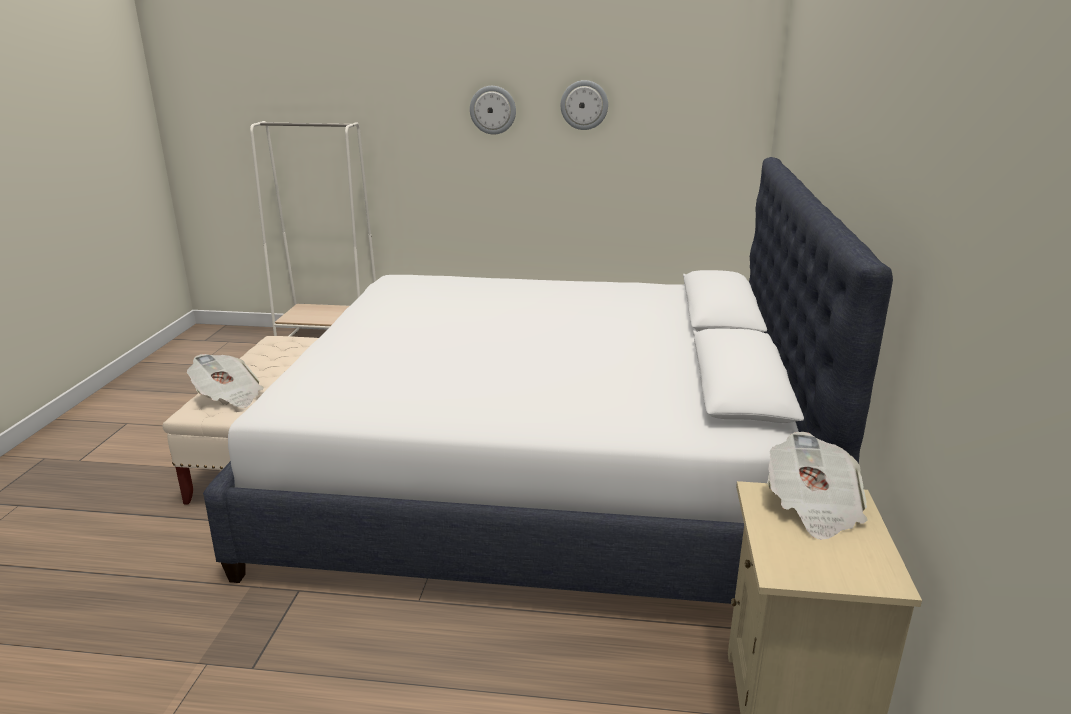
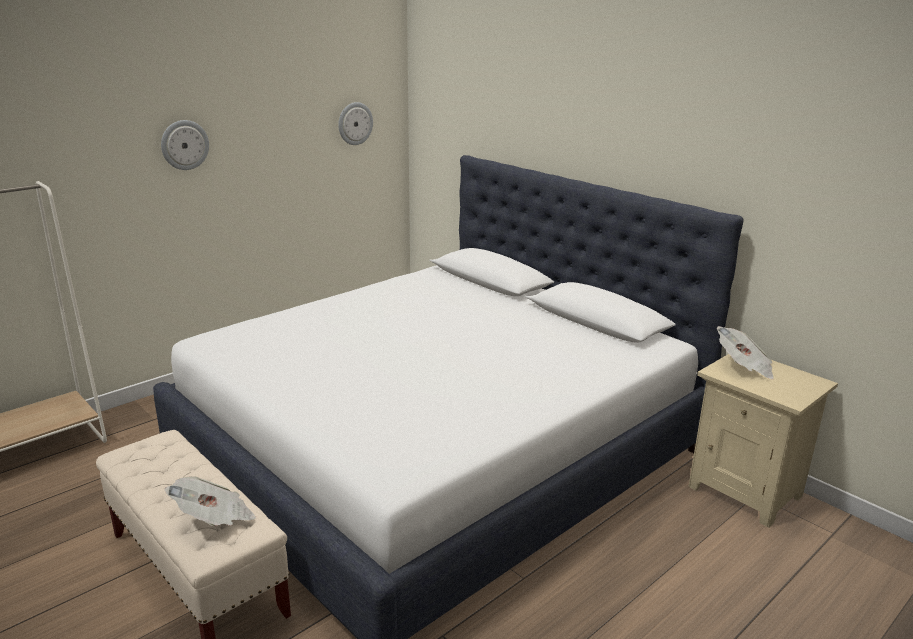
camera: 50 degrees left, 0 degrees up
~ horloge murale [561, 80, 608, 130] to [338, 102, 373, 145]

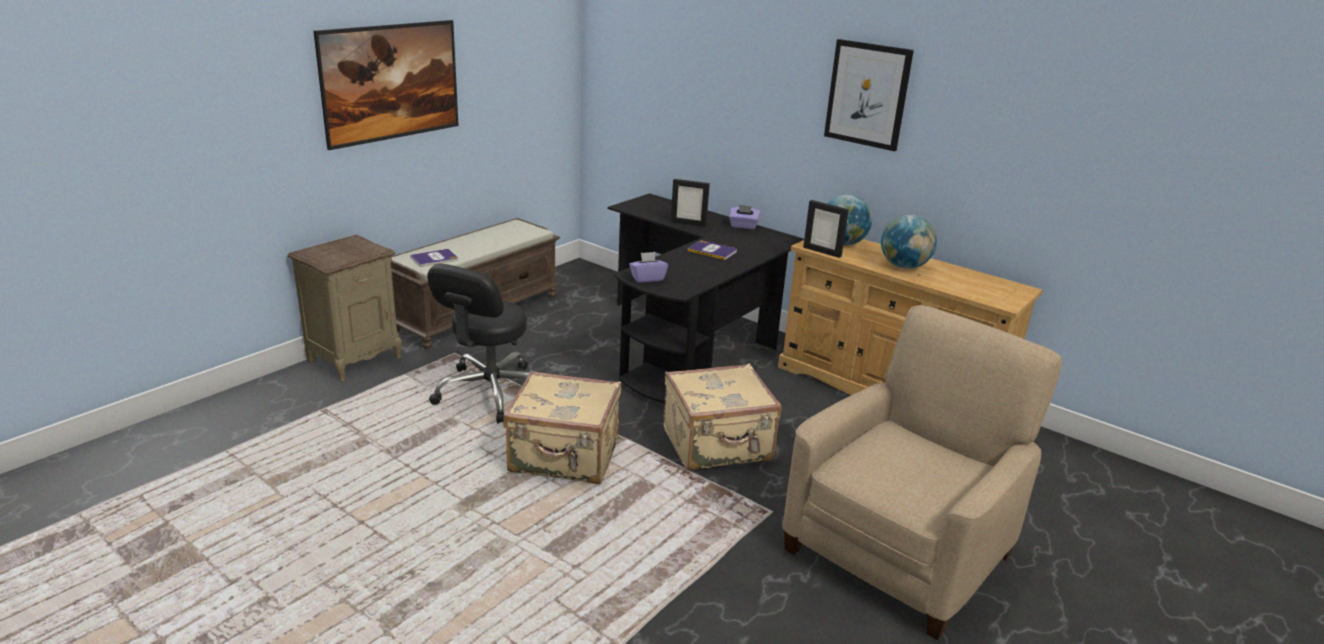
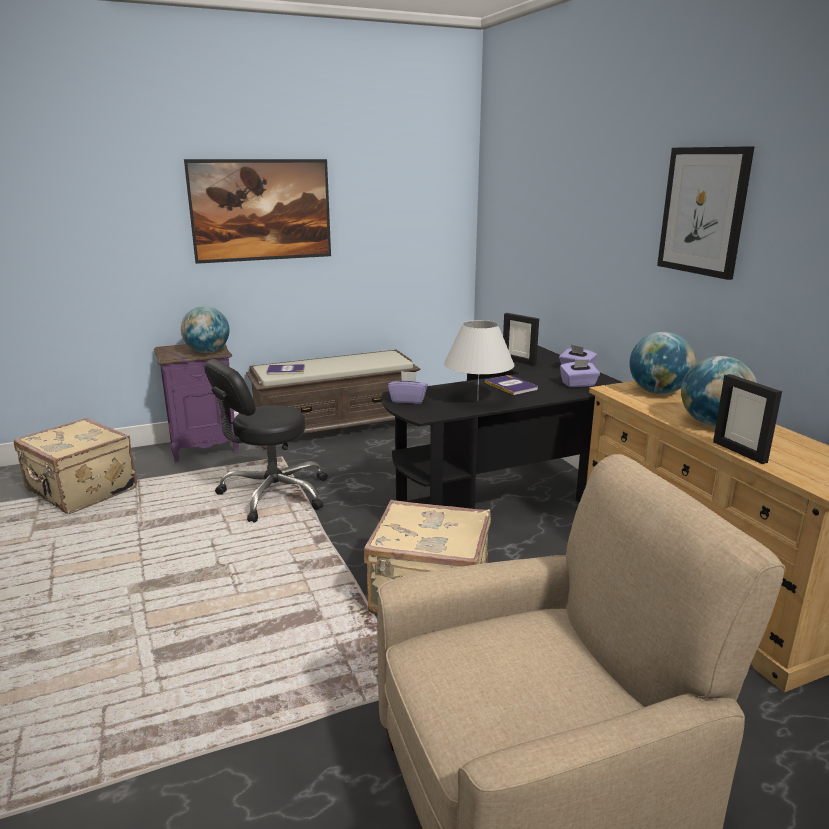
camera: 30 degrees right, 5 degrees down
~ valise (beige) [503, 371, 621, 484] to [14, 418, 137, 514]
~ table de chevet (beige) [287, 234, 402, 382] to table de chevet (violet) [154, 344, 239, 462]
+ globe [181, 306, 230, 353]
+ lampe de table (blanc) [444, 320, 515, 400]
+ boîte à mouchoirs (violet) [560, 359, 600, 387]
~ cadre photo [803, 200, 849, 258] to [713, 374, 782, 464]

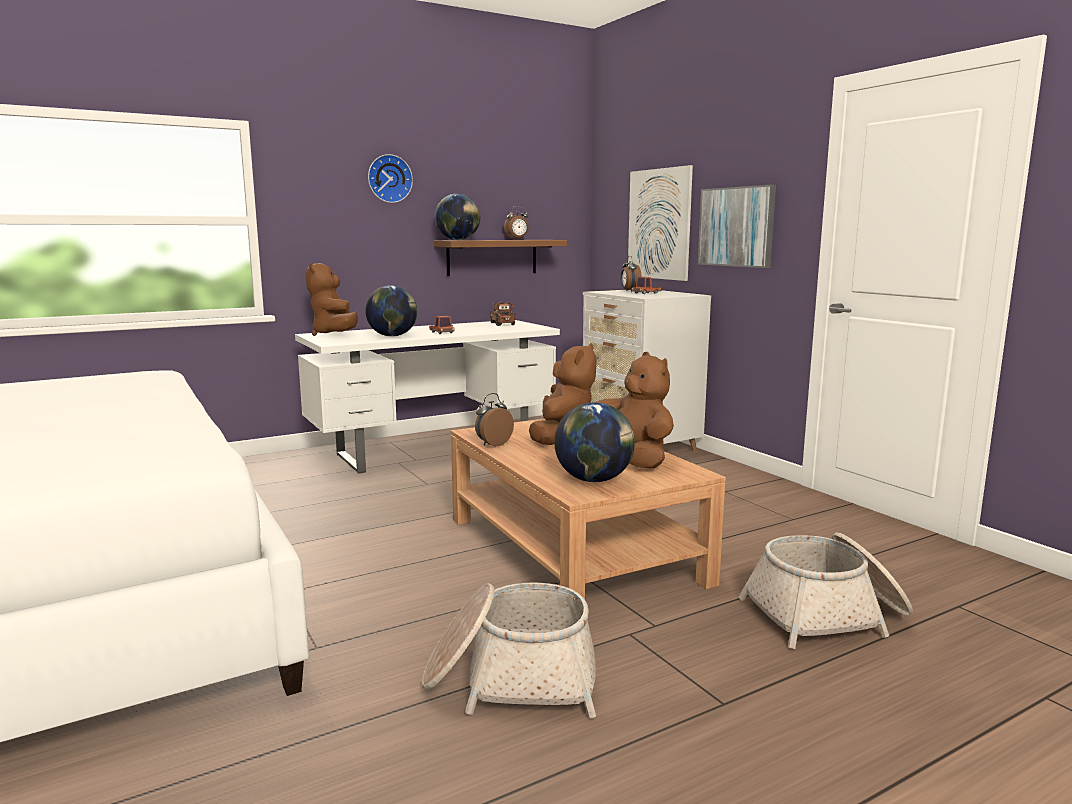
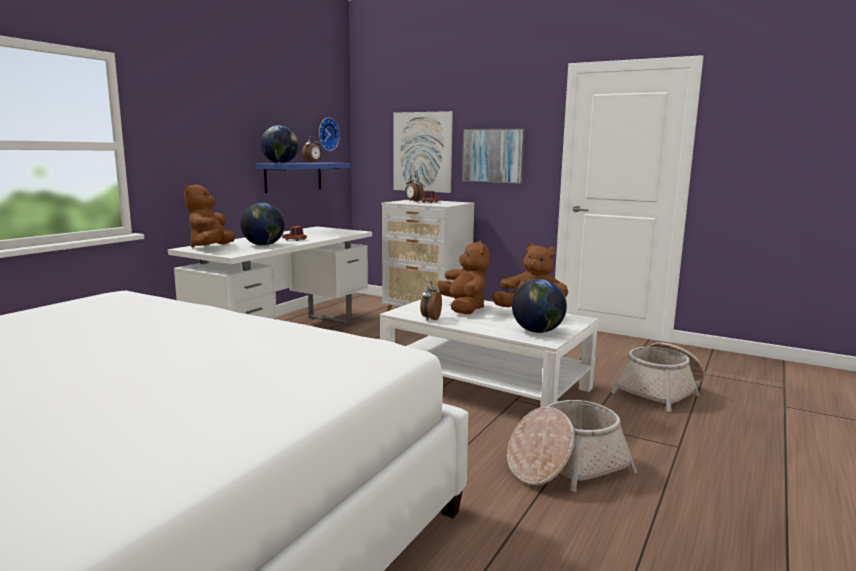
camera: 30 degrees left, 0 degrees up
~ peluche (marron) [306, 262, 358, 336] = [184, 184, 235, 248] 45 degrees clockwise
~ étagère (marron) [434, 240, 567, 276] to étagère (bleu) [256, 162, 351, 193]
~ horloge murale [368, 154, 413, 203] to [319, 117, 340, 151]
~ table basse (marron) [451, 419, 726, 599] to table basse (blanc) [380, 295, 598, 407]
- camion jouet [490, 301, 516, 326]

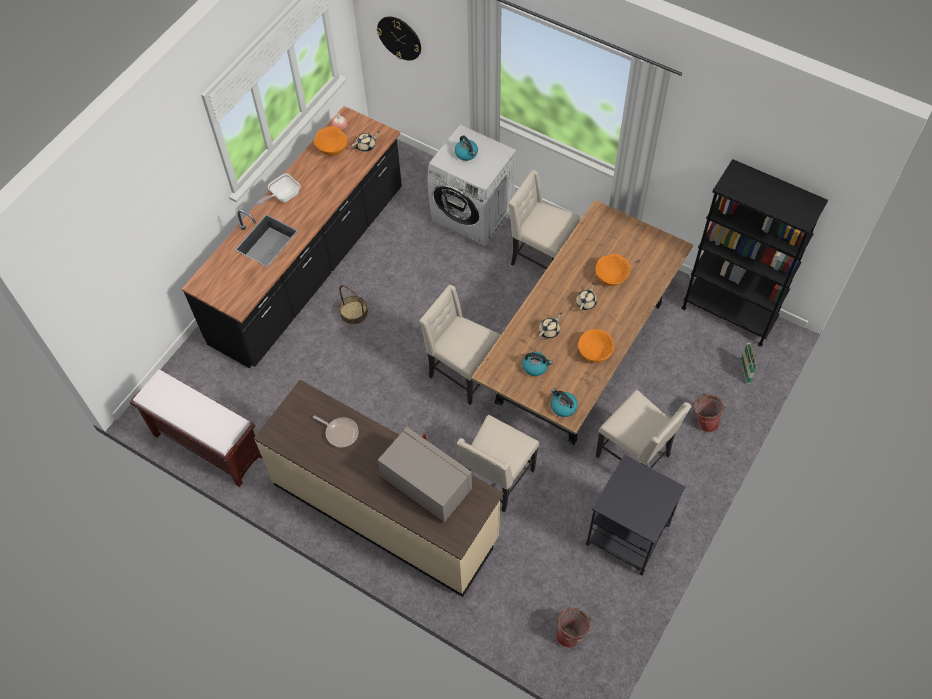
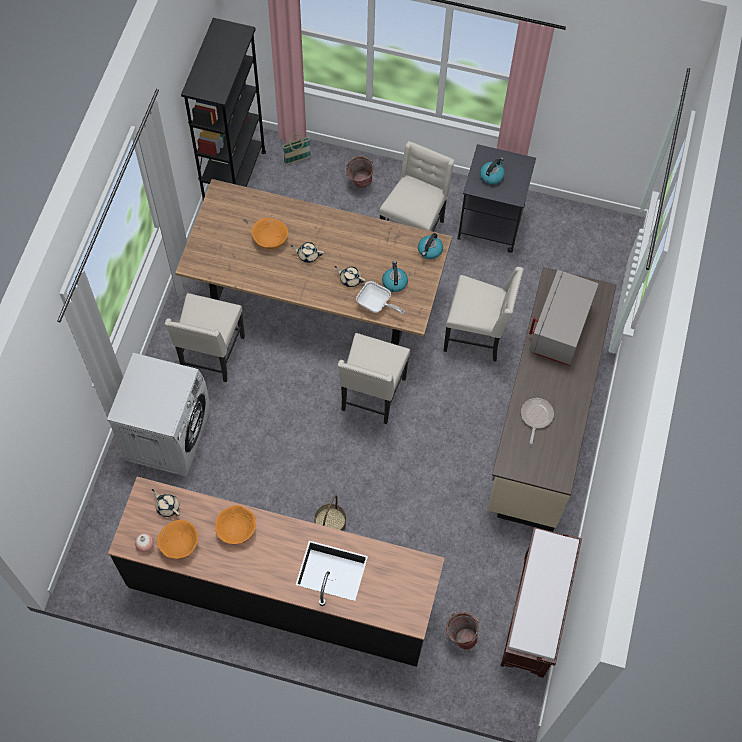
camera: 110 degrees left, 5 degrees up
~ bol (orange) [578, 329, 614, 363] to [215, 505, 256, 544]
~ poêle [257, 174, 300, 206] to [356, 281, 405, 314]
~ seau [556, 608, 592, 648] to [446, 611, 481, 650]
~ bouilloire [455, 135, 478, 161] to [480, 157, 505, 185]
- horloge murale [377, 16, 421, 60]

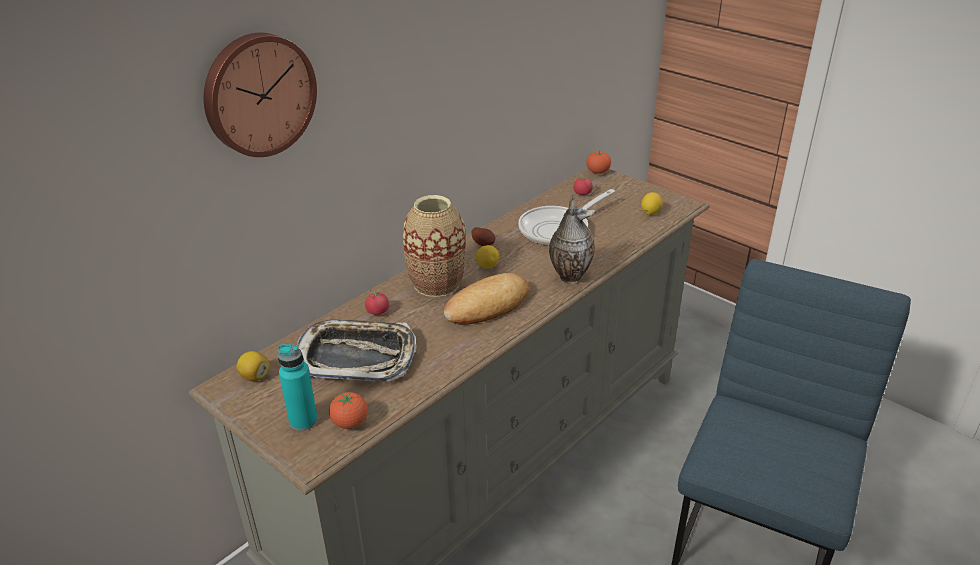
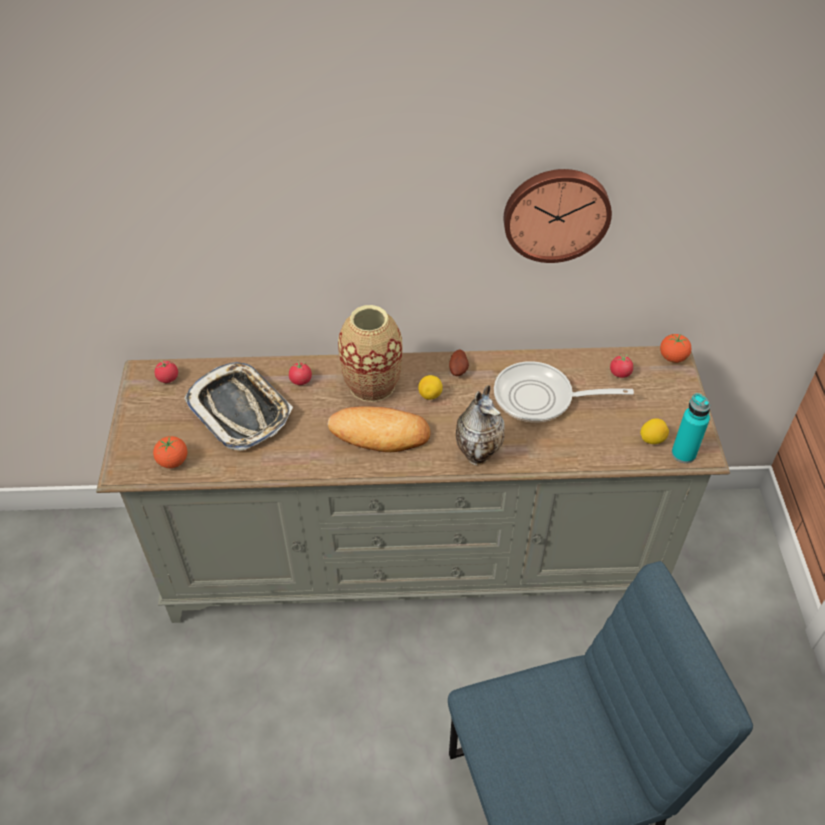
camera: 45 degrees right, 15 degrees up
~ citron [236, 351, 270, 381] to tomate [154, 360, 178, 383]
~ horloge murale [204, 33, 317, 157] to [504, 169, 612, 263]
~ bouteille (turquoise) [277, 344, 318, 431] to [672, 393, 710, 463]

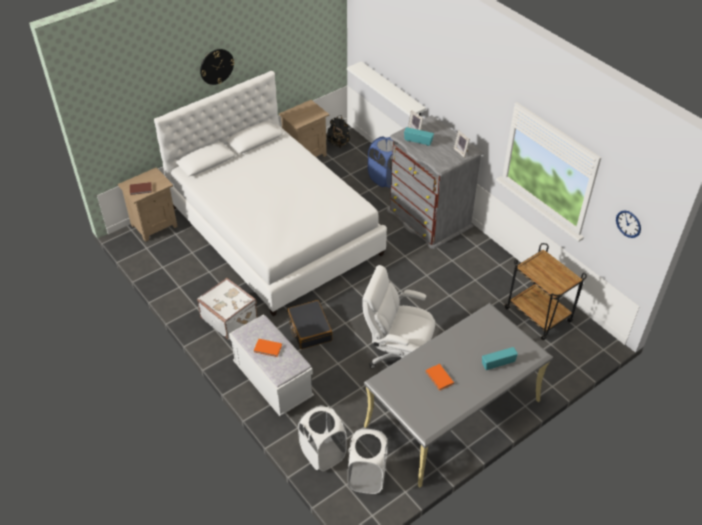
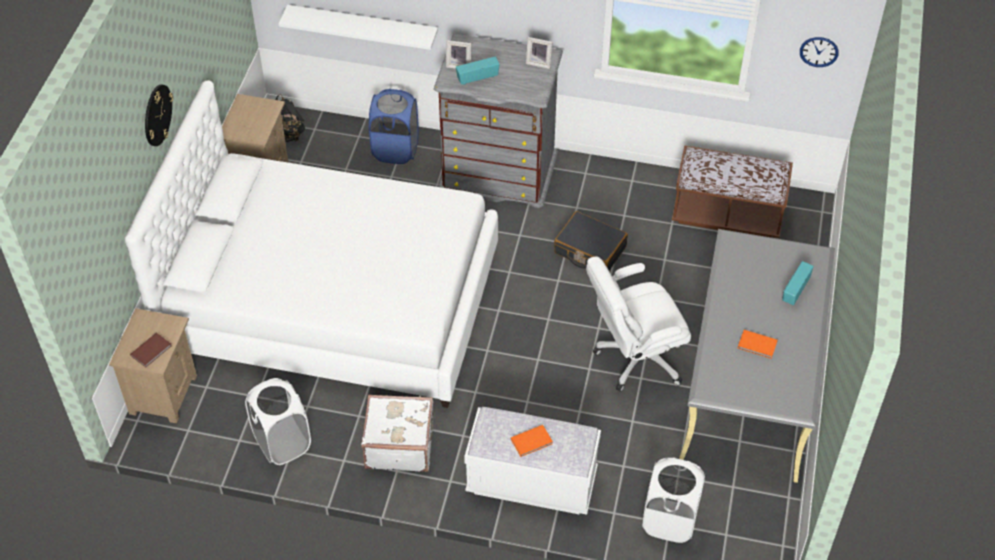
camera: 40 degrees left, 5 degrees up
~ panier à linge (blanc) [348, 429, 388, 494] to [245, 378, 311, 465]
~ valise (noir) [287, 300, 333, 349] to [554, 211, 628, 271]
~ chariot (marron) [505, 243, 587, 340] to banc (marron) [672, 145, 793, 238]

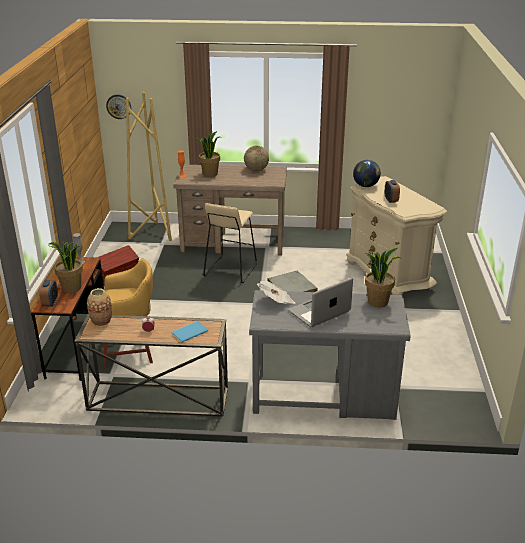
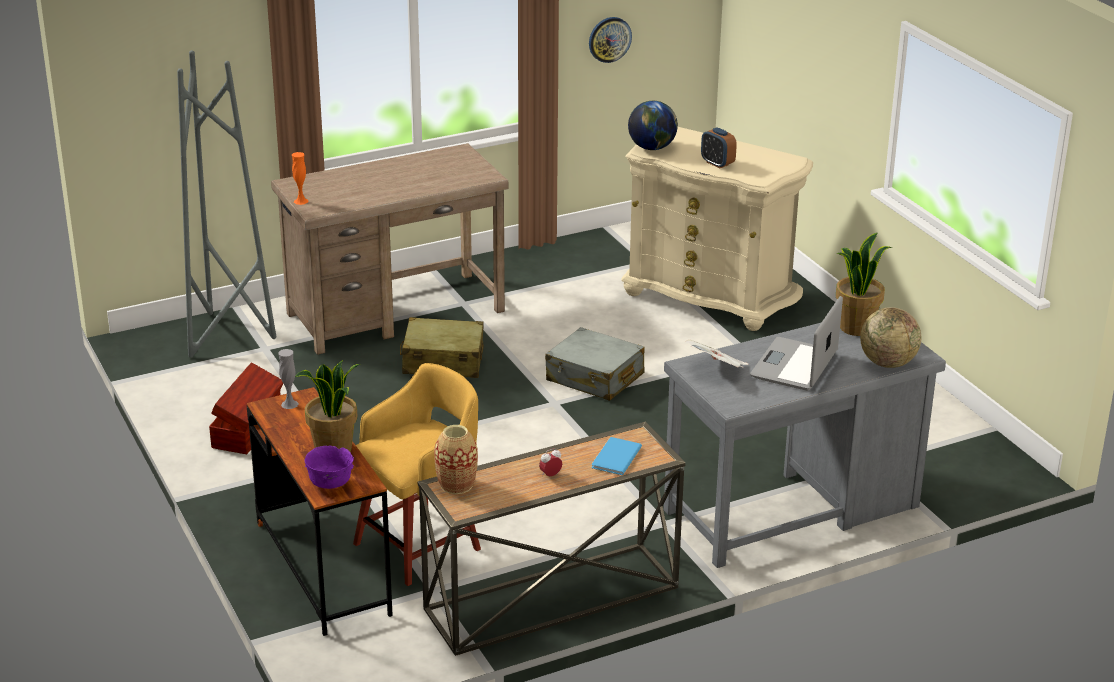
camera: 30 degrees left, 0 degrees up
~ portant (jaune) [126, 92, 172, 241] to portant (gris) [177, 50, 276, 358]
~ réveil [39, 280, 58, 307] to bol (violet) [304, 446, 354, 489]
~ tabouret (beige) [203, 203, 257, 283] to valise (beige) [400, 317, 484, 378]
~ horloge murale [106, 94, 131, 119] to [589, 17, 632, 63]
~ globe [244, 146, 269, 171] to [860, 307, 921, 368]
- plante en pot [198, 131, 220, 177]

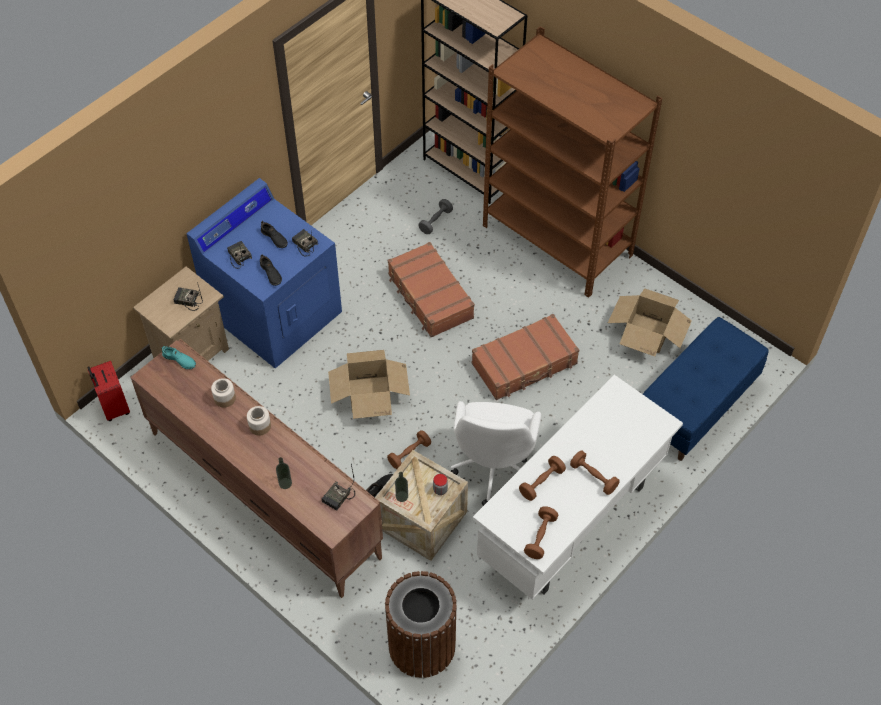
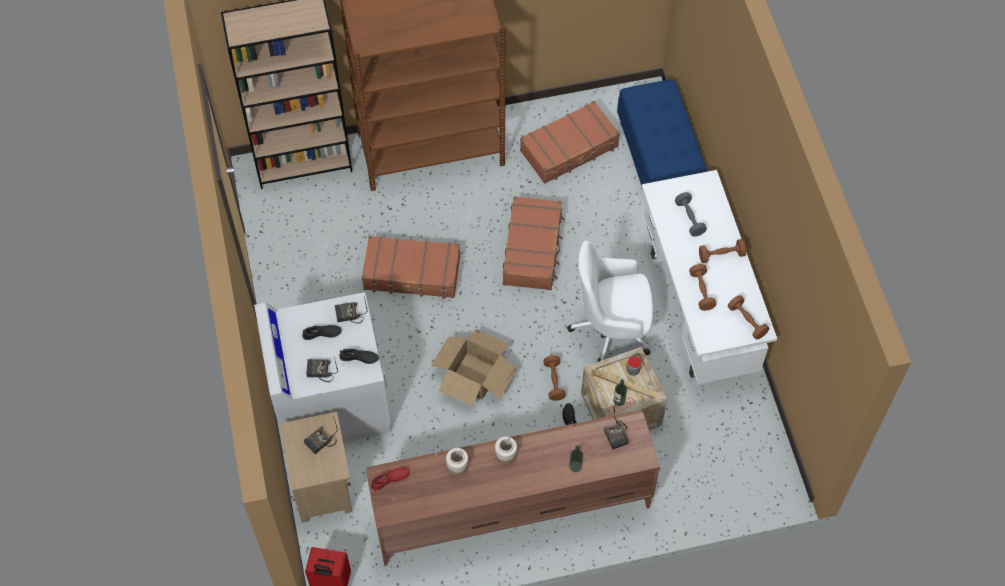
camera: 55 degrees left, 5 degrees up
~ lave-linge (bleu) [186, 178, 342, 369] to lave-linge (blanc) [254, 292, 392, 442]
~ chaussure (turquoise) [162, 346, 196, 369] to chaussure (rouge) [371, 468, 410, 491]
~ carton [608, 288, 692, 356] to valise (marron) [520, 101, 620, 184]
~ chaise de bureau (blanc) [451, 401, 541, 506] = [567, 241, 653, 362] 135 degrees clockwise
~ haltère (gris) [418, 199, 453, 234] to [675, 192, 707, 237]
- poubelle (marron) [385, 571, 457, 678]

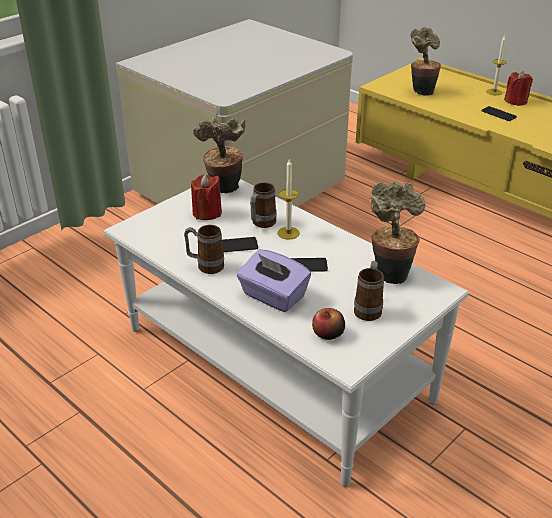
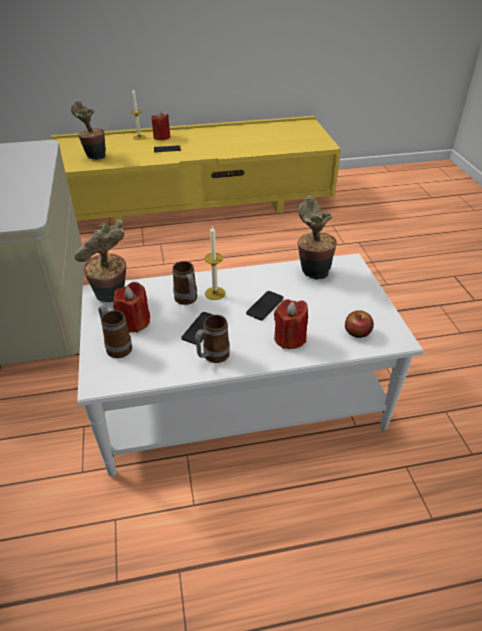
camera: 55 degrees left, 5 degrees up
~ mug [354, 261, 384, 321] to [99, 306, 132, 358]
~ boîte à mouchoirs (violet) [237, 249, 311, 312] to bougie (rouge) [274, 299, 308, 349]

